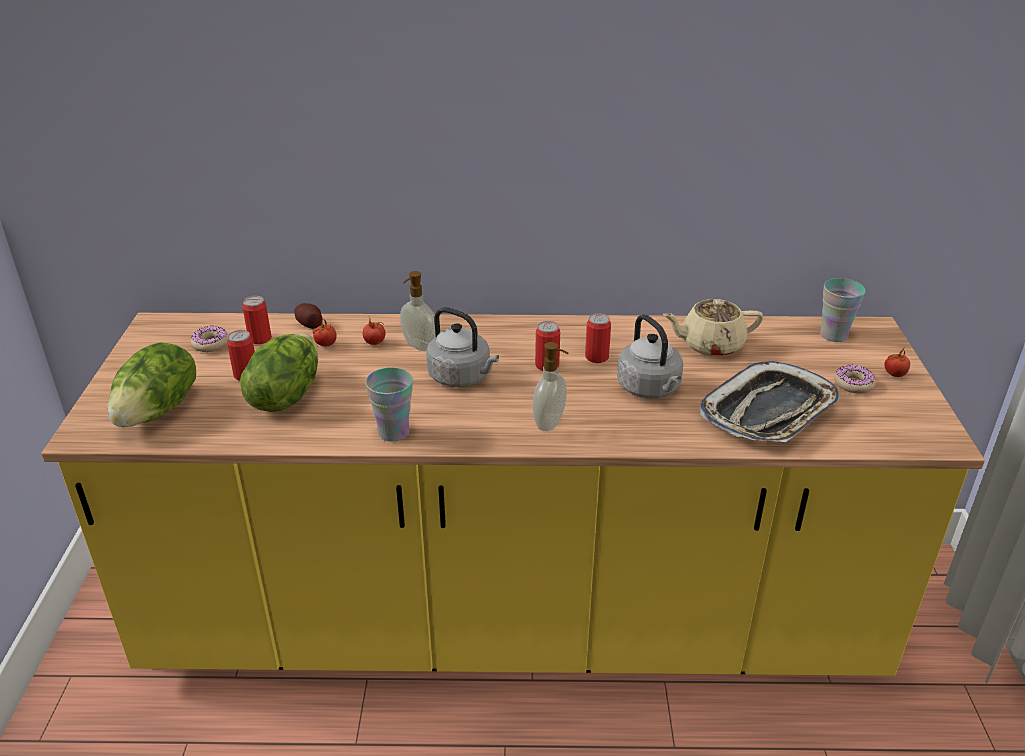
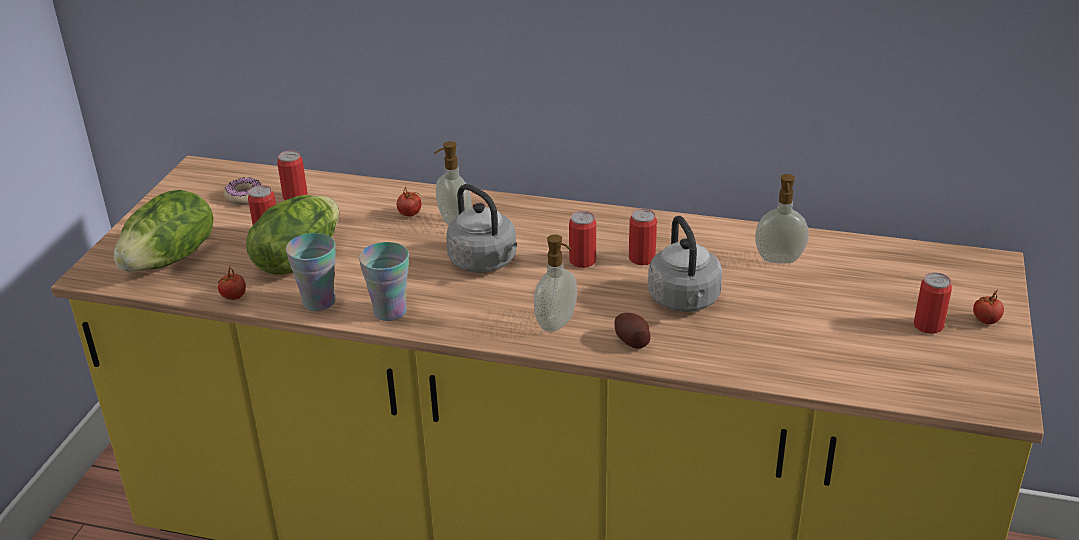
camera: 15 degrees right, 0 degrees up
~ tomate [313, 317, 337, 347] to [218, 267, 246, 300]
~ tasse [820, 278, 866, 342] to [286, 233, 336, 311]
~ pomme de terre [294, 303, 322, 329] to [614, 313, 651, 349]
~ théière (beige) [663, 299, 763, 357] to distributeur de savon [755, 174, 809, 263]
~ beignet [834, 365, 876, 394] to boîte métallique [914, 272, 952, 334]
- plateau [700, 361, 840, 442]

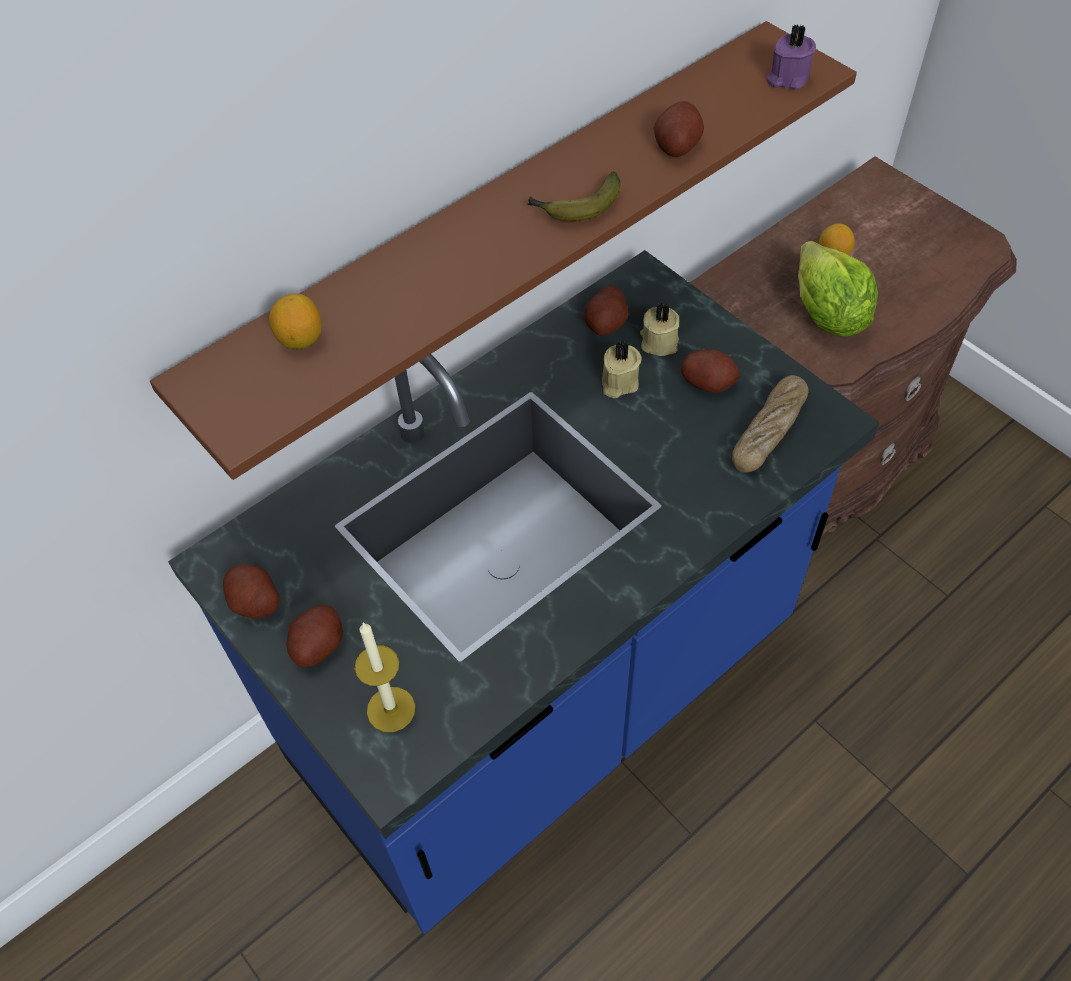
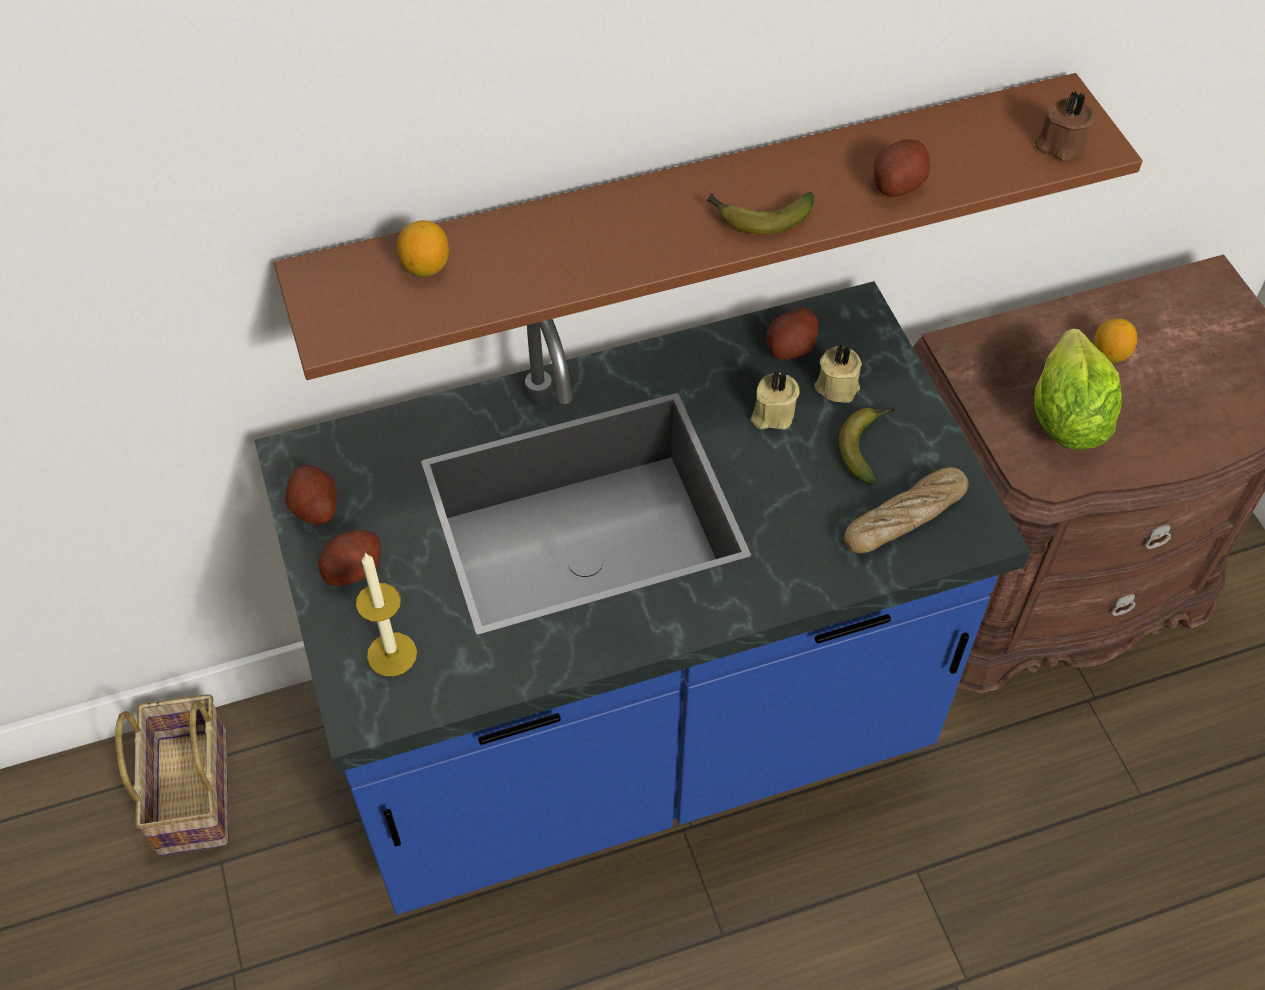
camera: 20 degrees right, 0 degrees up
+ panier [115, 694, 229, 856]
~ pomme de terre [681, 349, 740, 393] to banane [839, 406, 896, 485]
~ bougie (violet) [766, 24, 816, 90] to bougie (marron) [1035, 91, 1095, 161]

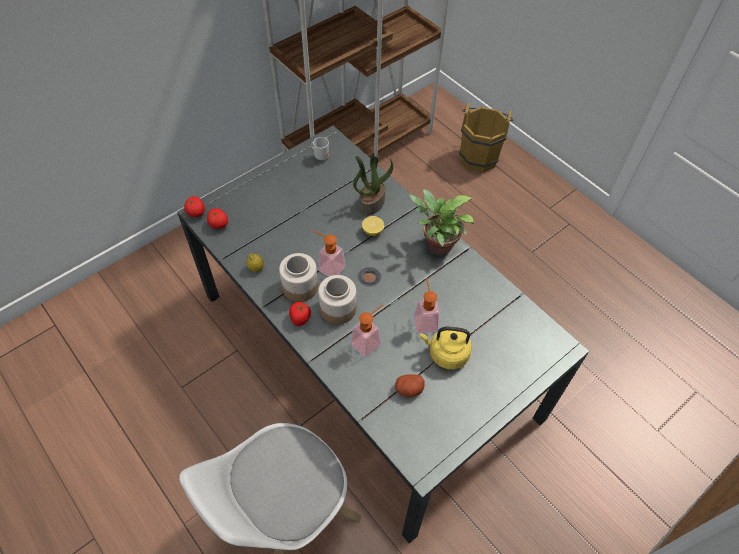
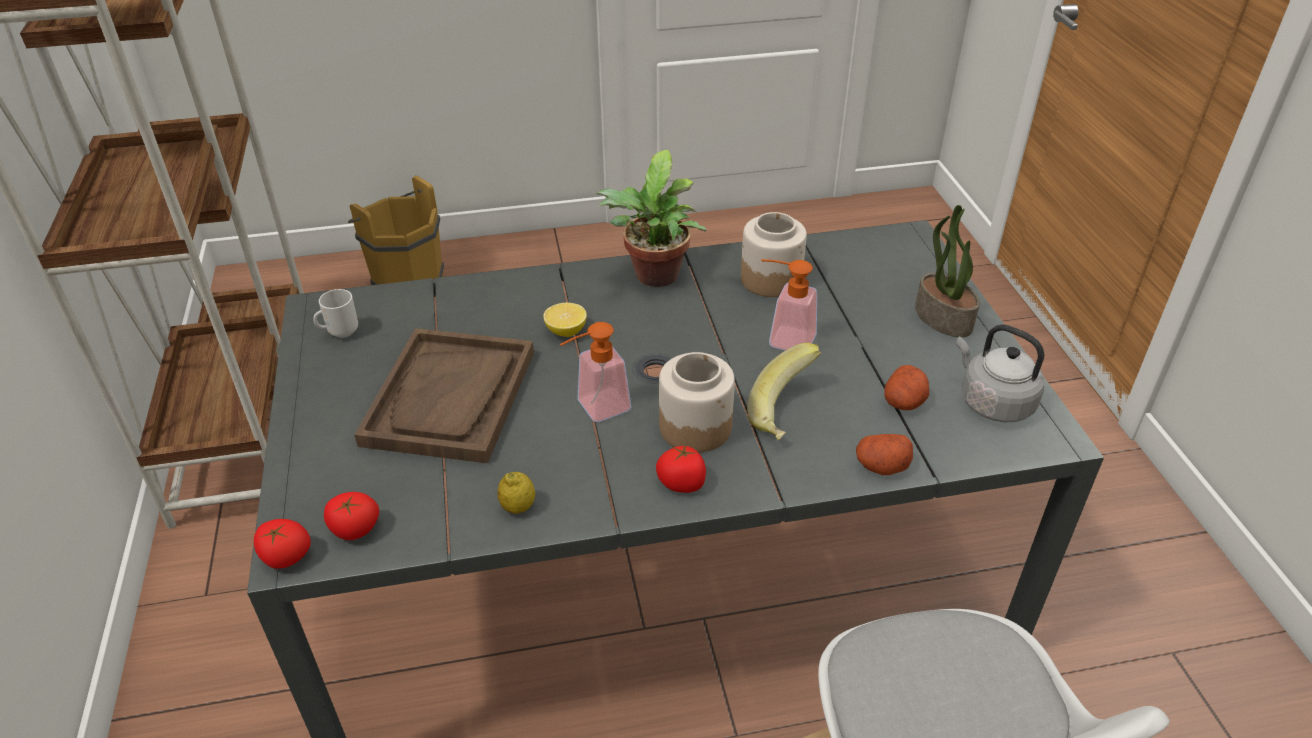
camera: 60 degrees left, 15 degrees down
+ plateau (marron) [354, 328, 534, 463]
~ bocal [279, 253, 318, 302] to [741, 212, 807, 297]
~ distributeur de savon [351, 305, 383, 357] to banane [747, 343, 821, 440]
+ pomme de terre [856, 434, 913, 475]
~ plante en pot [353, 156, 393, 216] to [915, 205, 980, 337]
+ bouilloire (gris) [956, 324, 1044, 422]
- bouilloire (jaune) [420, 326, 472, 369]

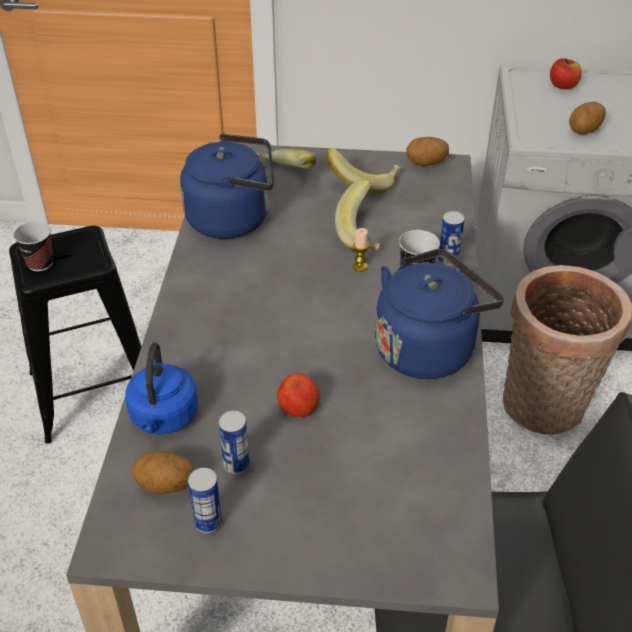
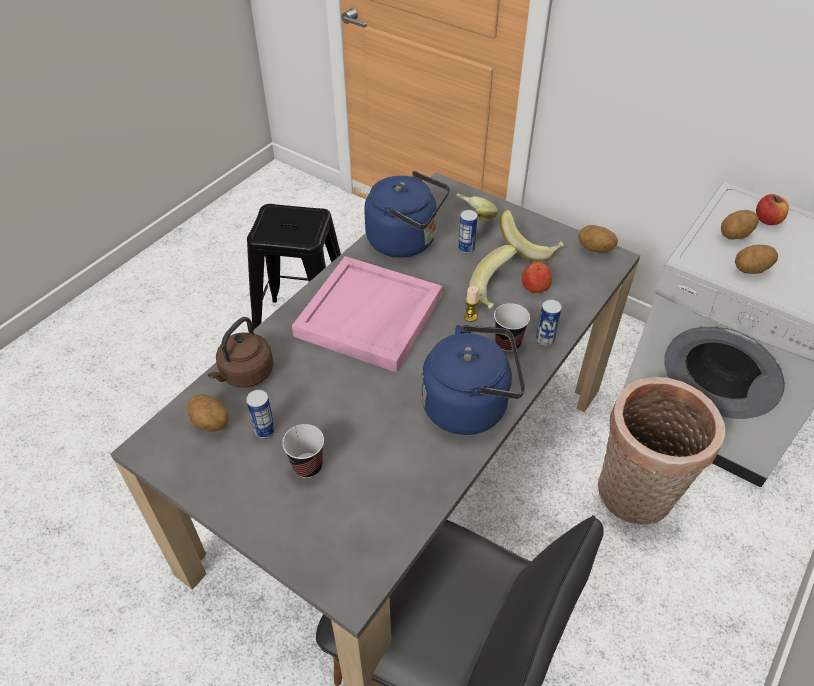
camera: 30 degrees right, 5 degrees up
~ bouilloire (bleu) [126, 342, 198, 434] to bouilloire (marron) [208, 317, 274, 387]
~ tasse [13, 221, 53, 272] to [282, 424, 324, 478]
+ plateau (rose) [292, 256, 442, 372]
~ boîte métallique [188, 468, 222, 534] to [458, 210, 478, 254]
~ pomme [277, 373, 320, 417] to [522, 262, 552, 293]
+ pomme de terre [721, 210, 759, 239]

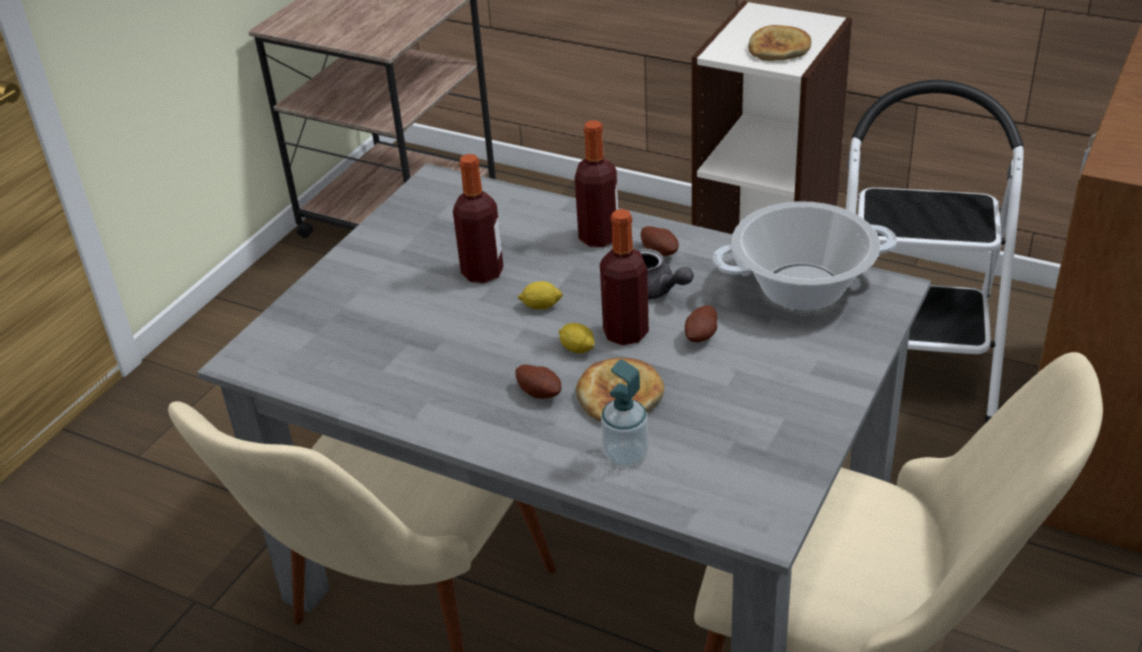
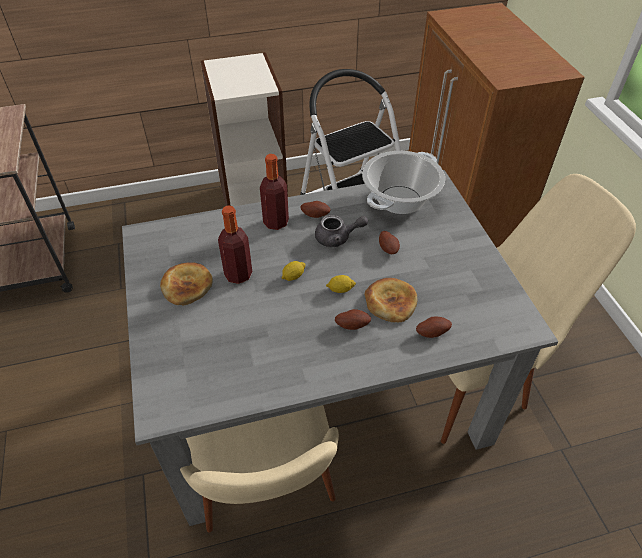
camera: 45 degrees left, 10 degrees up
~ pain [748, 25, 811, 61] to [160, 262, 213, 305]
~ distributeur de savon [601, 359, 649, 467] to pomme de terre [416, 316, 452, 338]
- bouteille [600, 209, 649, 345]

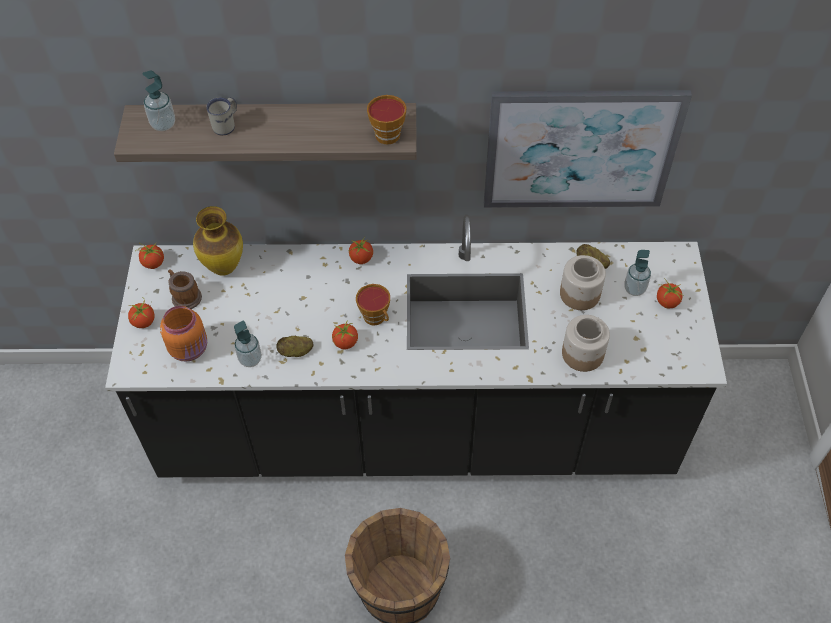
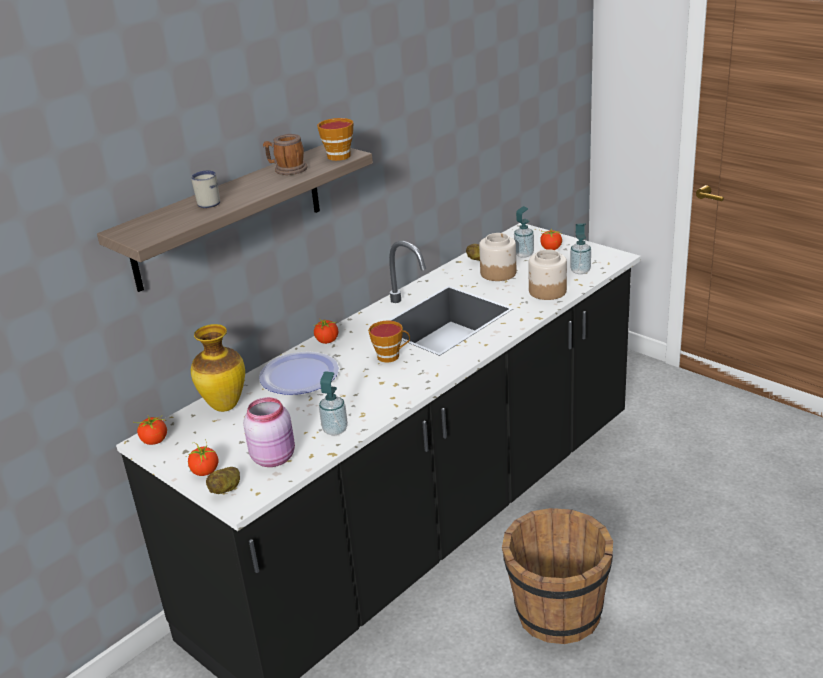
camera: 45 degrees left, 25 degrees down
~ pomme de terre [276, 336, 314, 357] to [206, 467, 240, 494]
~ bocal (orange) [160, 306, 207, 362] to bocal (rose) [243, 397, 295, 467]
+ assiette [259, 351, 339, 395]
~ mug [168, 269, 202, 309] to [263, 134, 307, 175]
~ distributeur de savon [143, 71, 175, 131] to [570, 223, 591, 274]
- tomate [332, 320, 358, 349]
- tableau [484, 90, 692, 208]

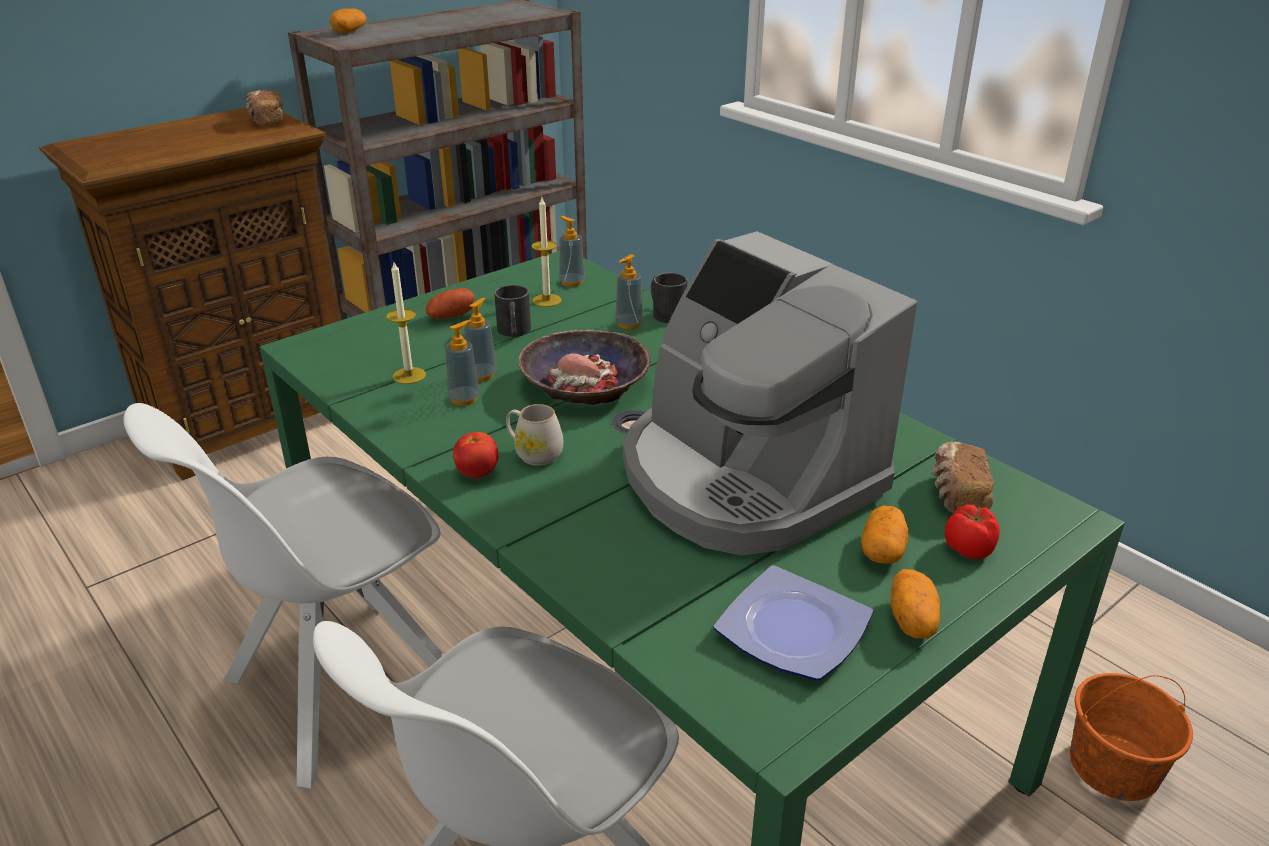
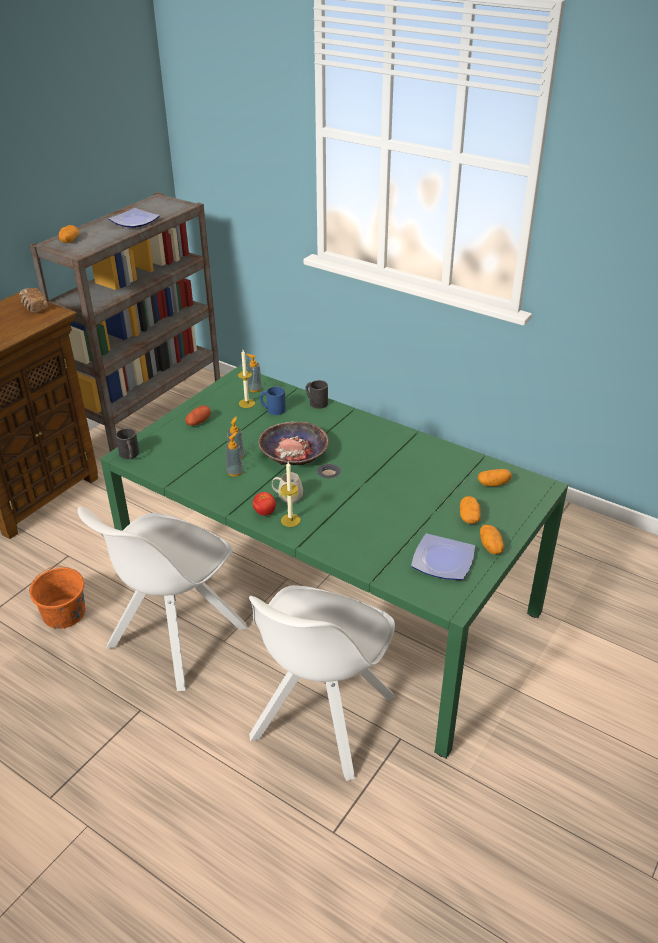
camera: 15 degrees left, 5 degrees up
~ seau (orange) [1070, 673, 1193, 801] to [29, 566, 86, 629]
+ assiette [109, 208, 160, 228]
~ mug (noir) [494, 285, 531, 337] to [116, 428, 139, 459]
+ mug (bleu) [259, 386, 286, 415]
~ bougie [386, 262, 426, 384] to [281, 462, 301, 527]
~ pain [932, 442, 994, 514] to pomme de terre [478, 469, 512, 486]
- distributeur de savon [615, 254, 643, 329]
- machine à café [623, 231, 917, 556]
- tomate [945, 505, 1000, 559]

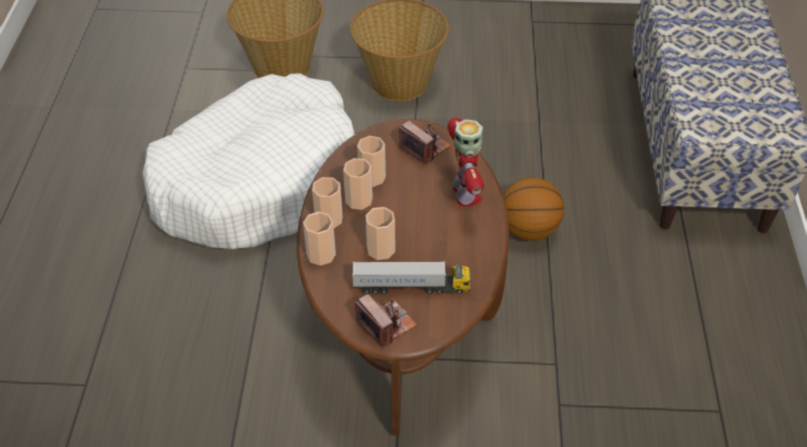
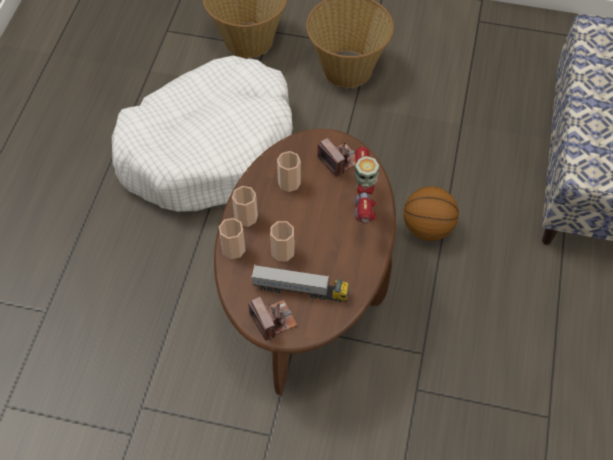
camera: 10 degrees right, 10 degrees up
- tasse [343, 158, 373, 210]

